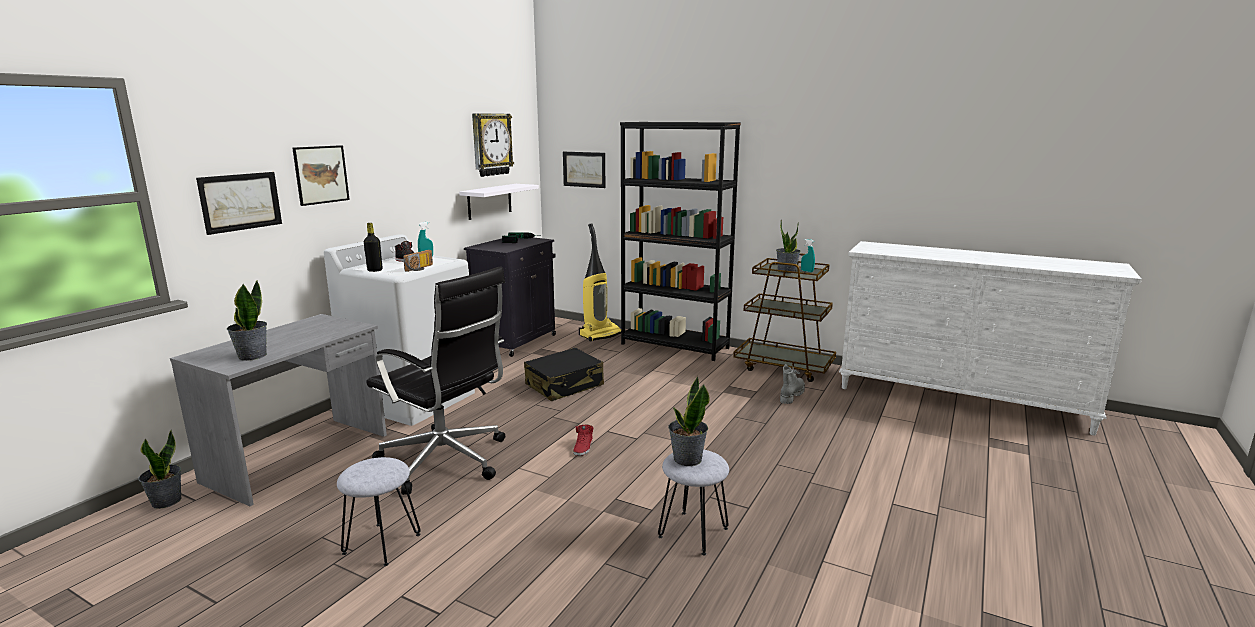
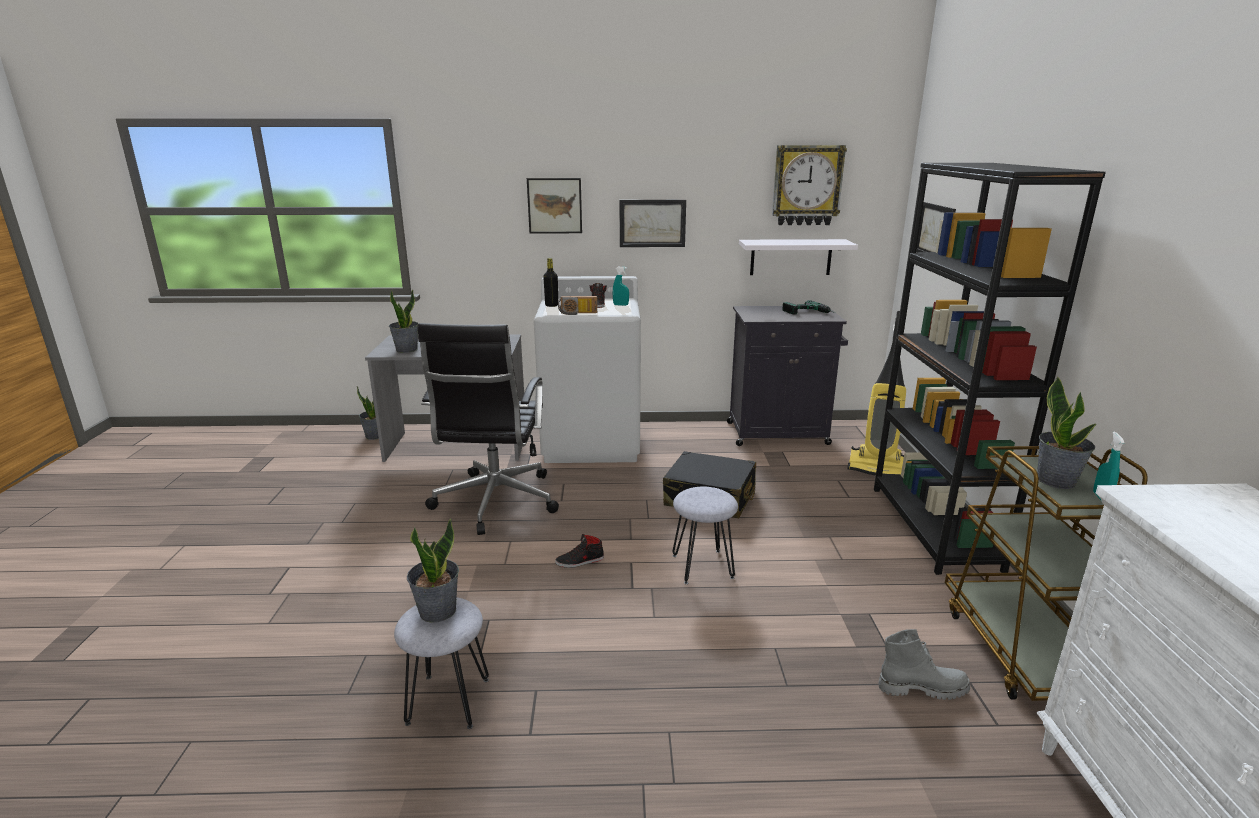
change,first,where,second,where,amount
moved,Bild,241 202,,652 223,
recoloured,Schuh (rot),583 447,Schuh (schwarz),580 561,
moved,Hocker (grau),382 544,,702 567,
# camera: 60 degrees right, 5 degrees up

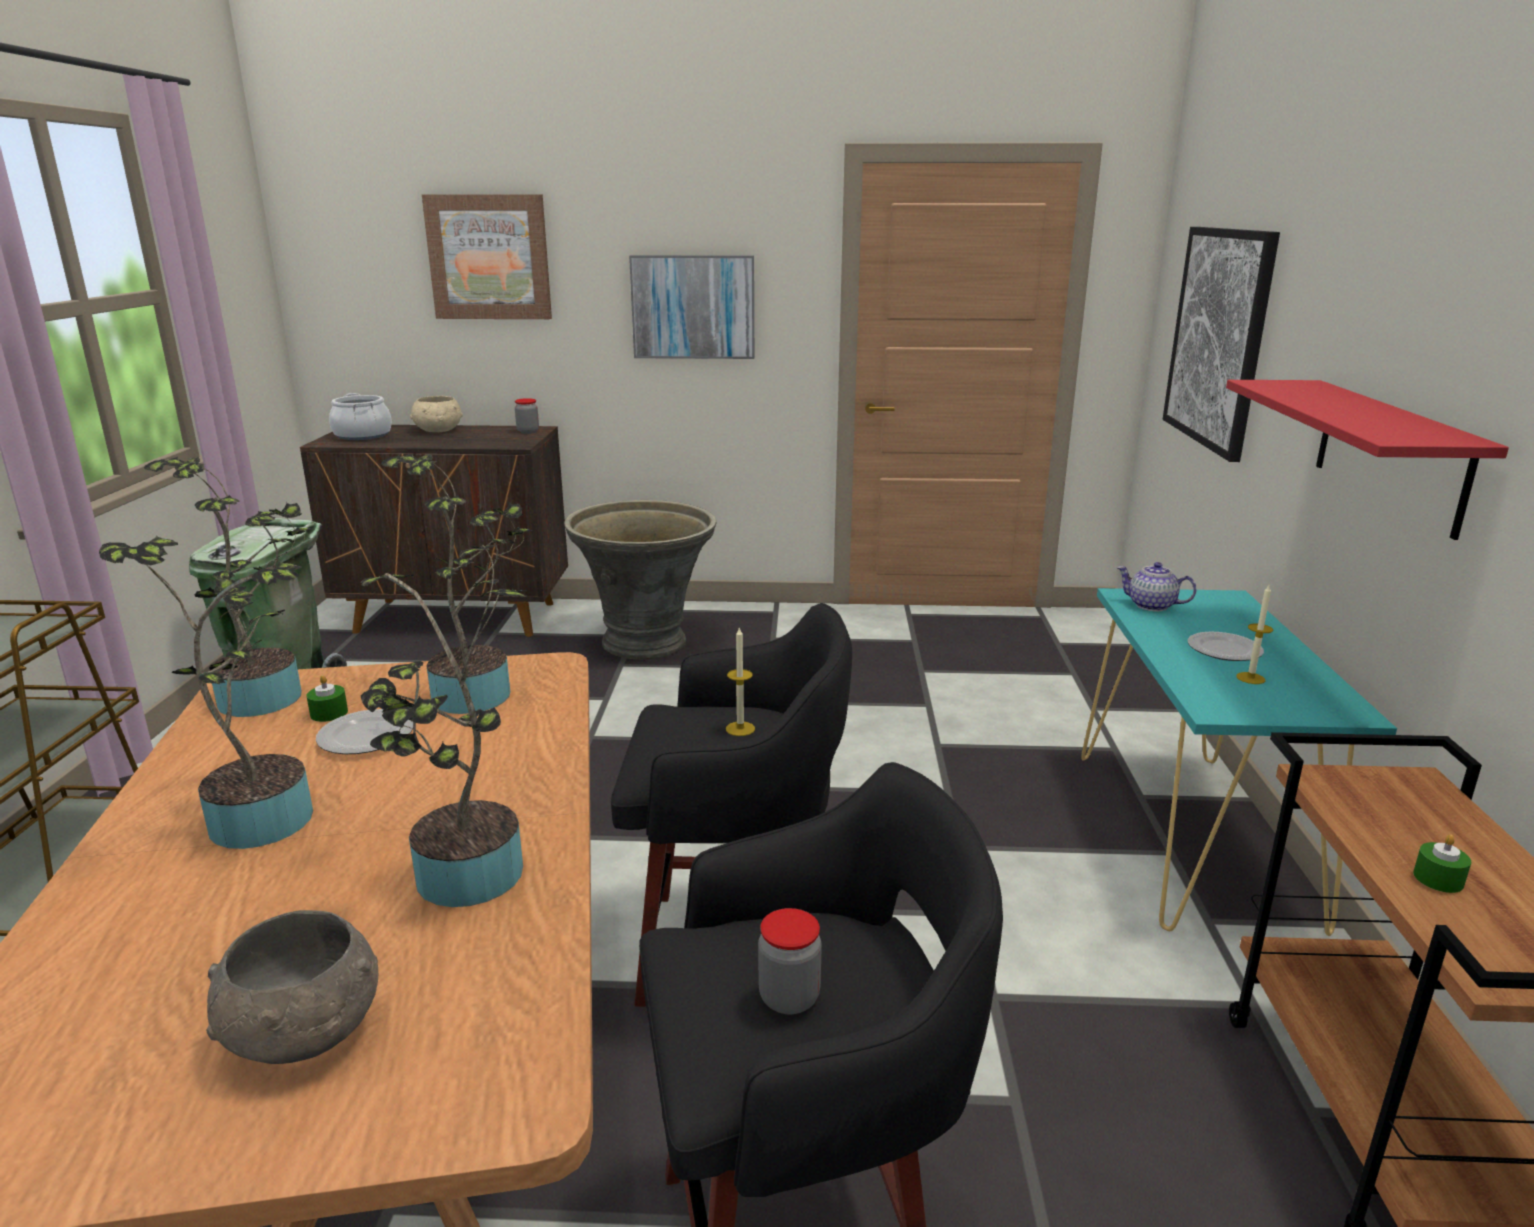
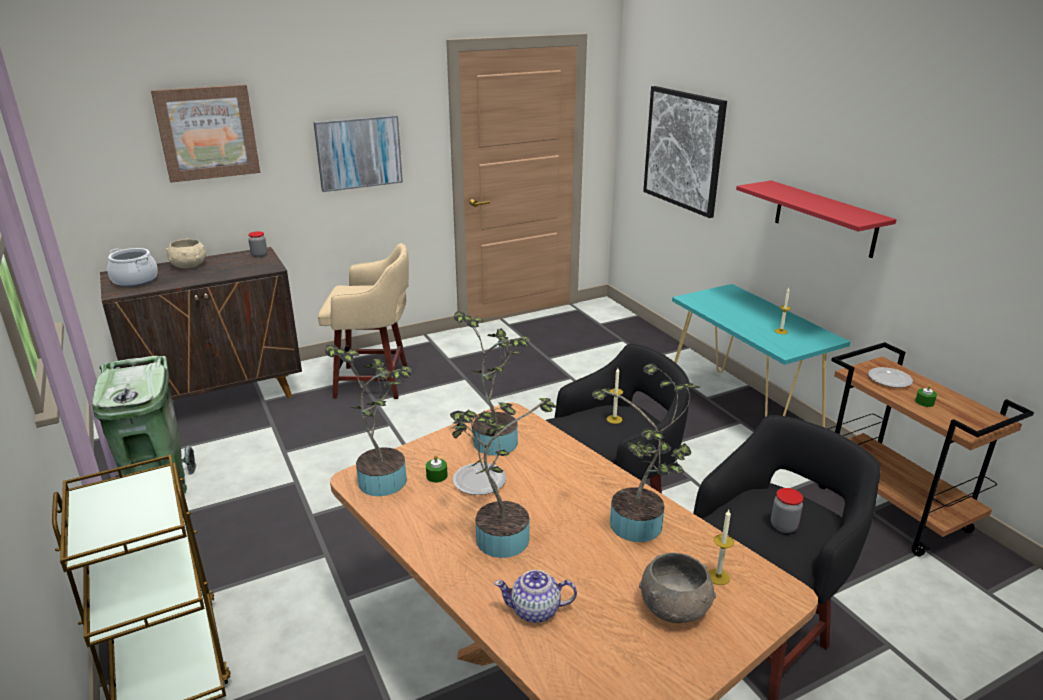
change,first,where,second,where,amount
replaced,Pflanzkübel (grau),646 643,Hocker (beige),375 382,
moved,Teekanne,1152 606,,536 610,
moved,Teller,1223 650,,889 380,
added,,,Kerze,718 576,
# camera: 30 degrees left, 5 degrees up

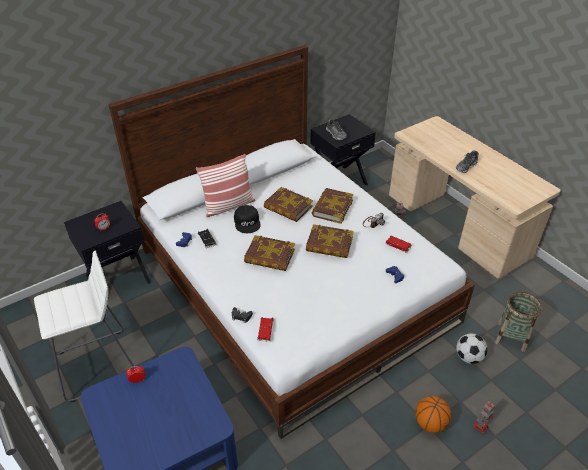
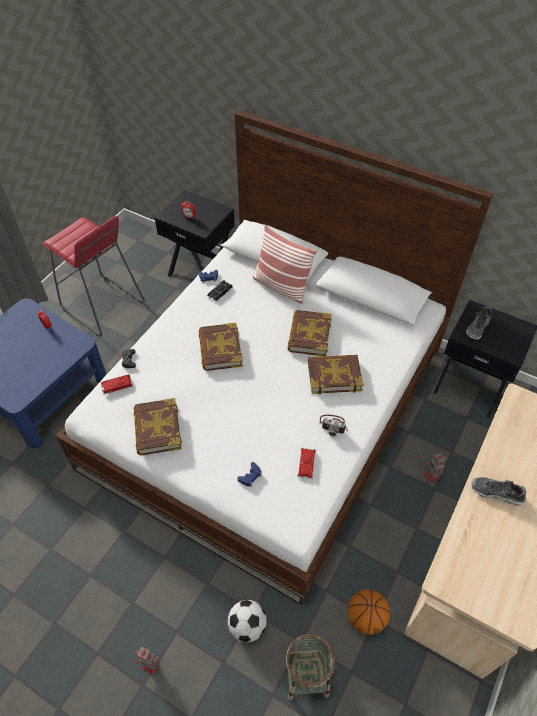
change,first,where,second,where,amount
removed,Kappe (schwarz),247 222,,,
moved,Buch,329 245,,157 429,
recoloured,Hocker (weiß),97 365,Hocker (rot),102 306,
moved,Basketball,430 423,,366 617,
# camera: 65 degrees right, 10 degrees up

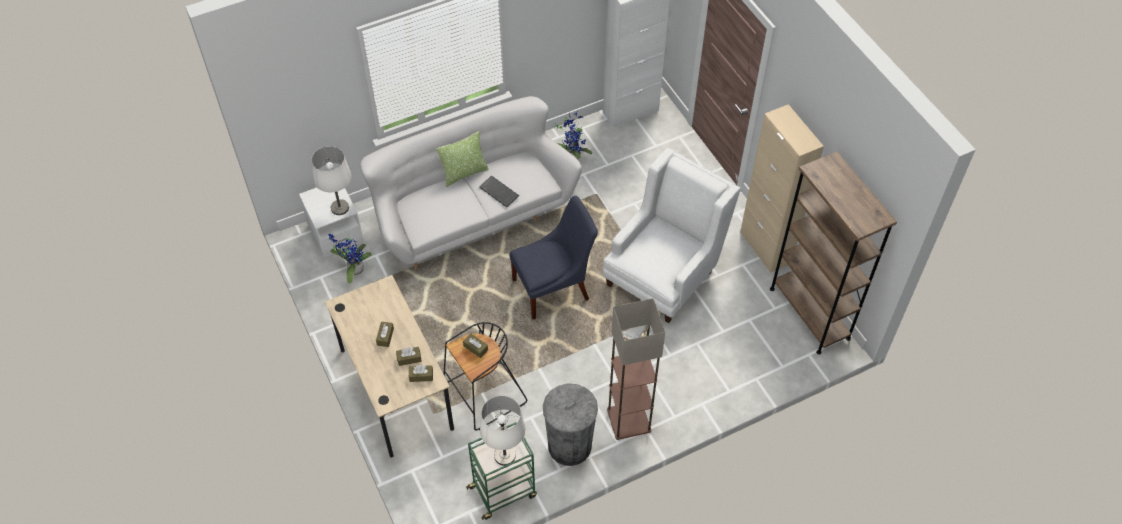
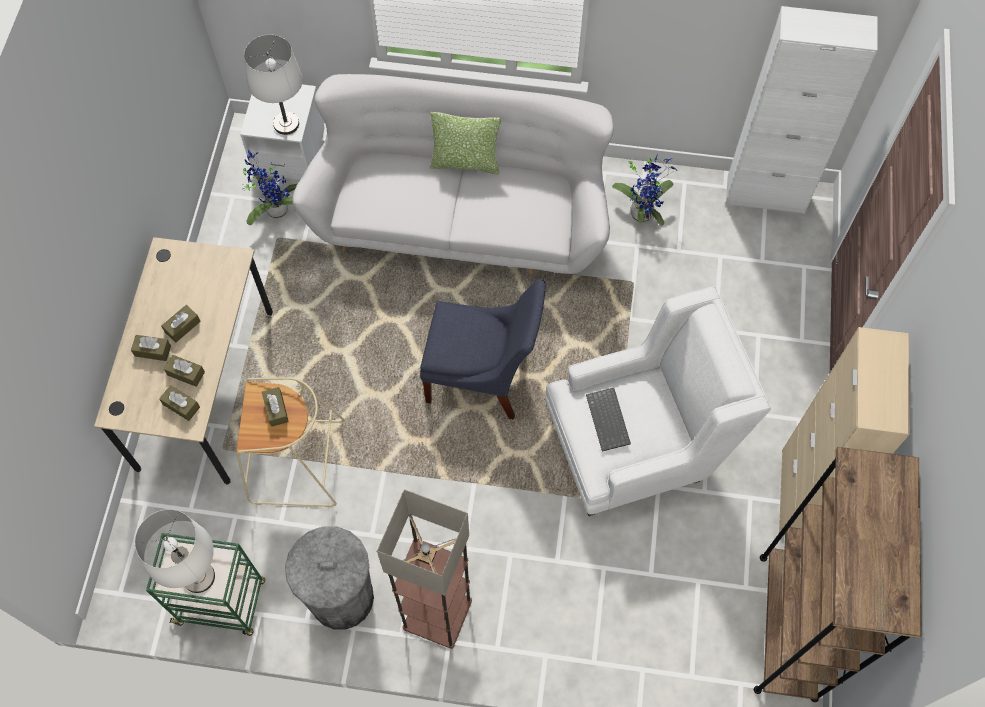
change,first,where,second,where,amount
moved,Tastatur,500 192,,609 420,
recoloured,Hocker (schwarz),484 395,Hocker (beige),295 463,
added,,,Taschentuchbox (braun),153 351,
# camera: 35 degrees right, 10 degrees up

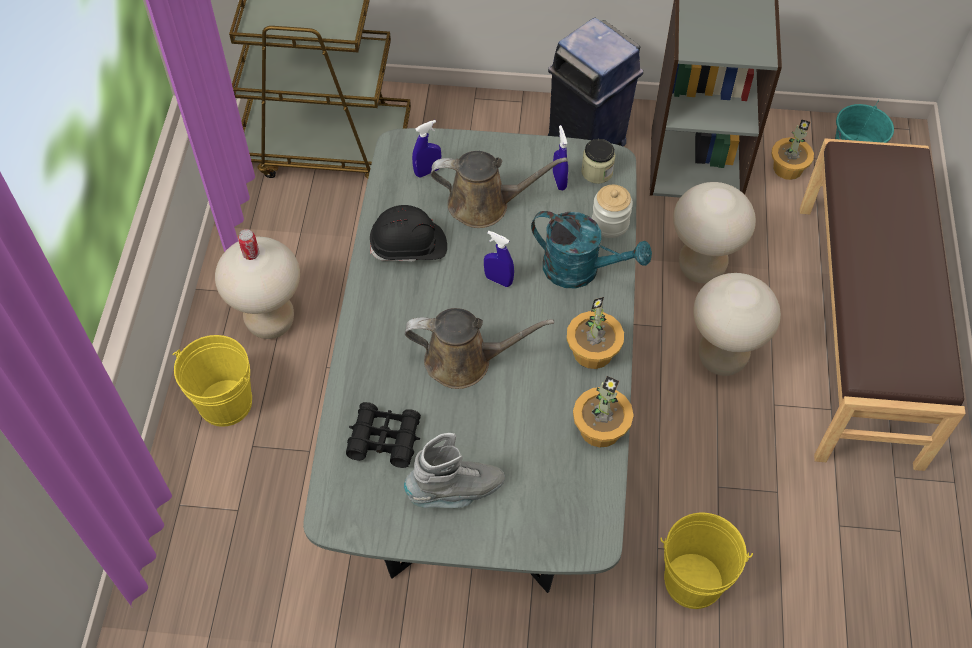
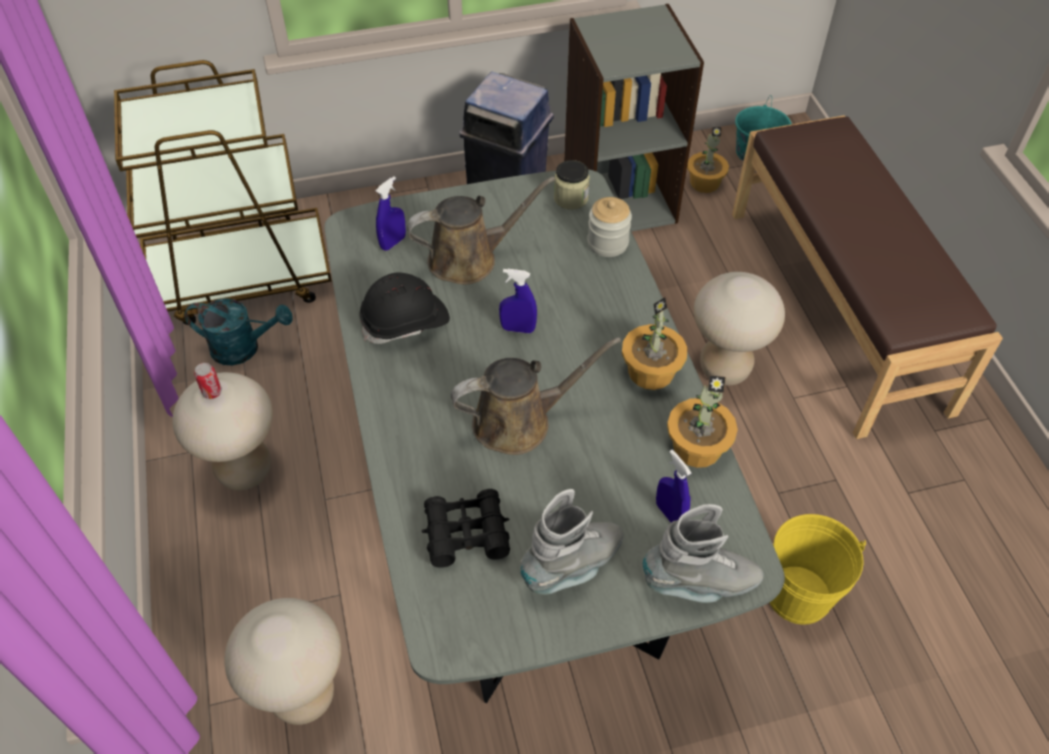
change,first,where,second,where,amount
moved,Sprühflasche (blau),559 181,,669 514,
moved,Hocker (beige),701 267,,303 696,
moved,Gießkanne (türkis),581 270,,244 348,
removed,Eimer (gelb),225 403,,,
added,,,Stiefel (grau),700 583,
# camera: 20 degrees left, 5 degrees down

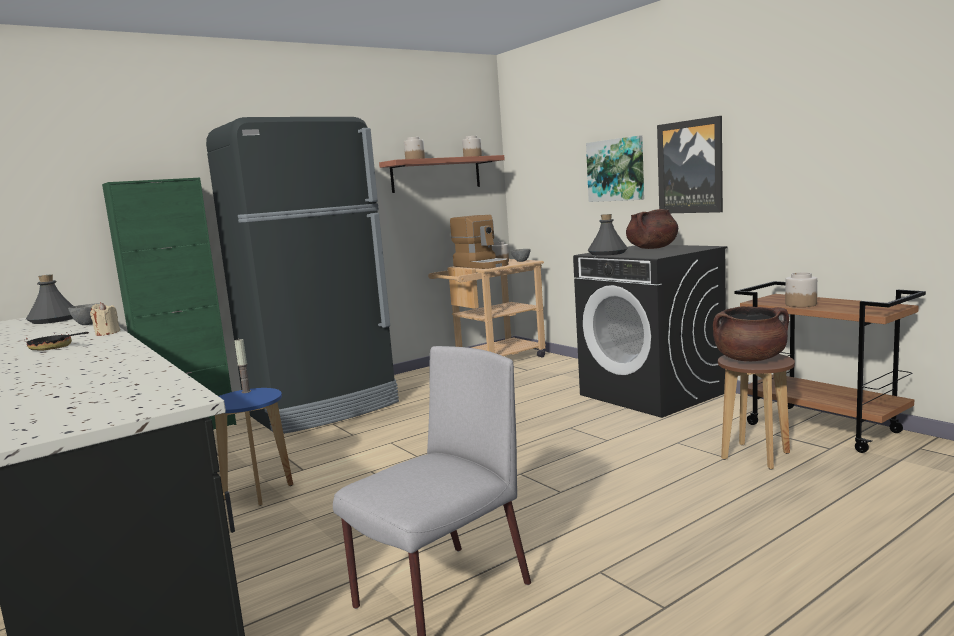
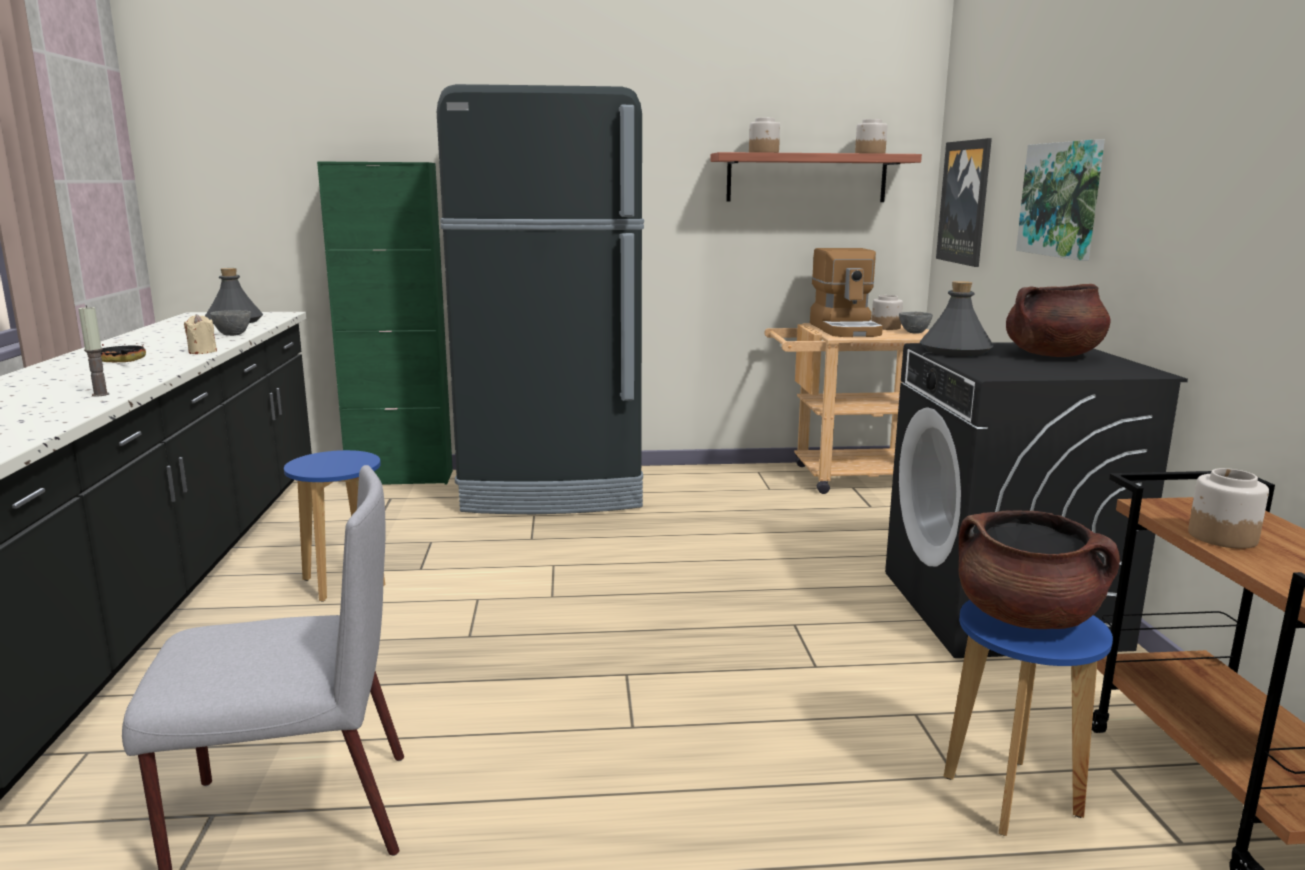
change,first,where,second,where,amount
moved,Bild,690 167,,965 202,
moved,Kerze,246 391,,100 394,
recoloured,Hocker (braun),756 456,Hocker (blau),1012 796,
# camera: 30 degrees right, 5 degrees up

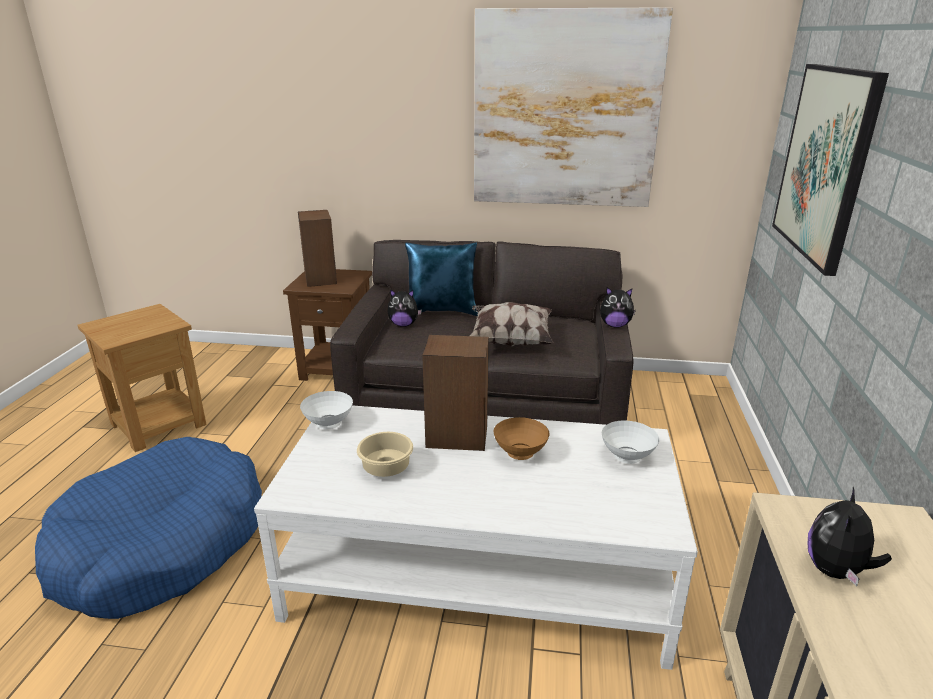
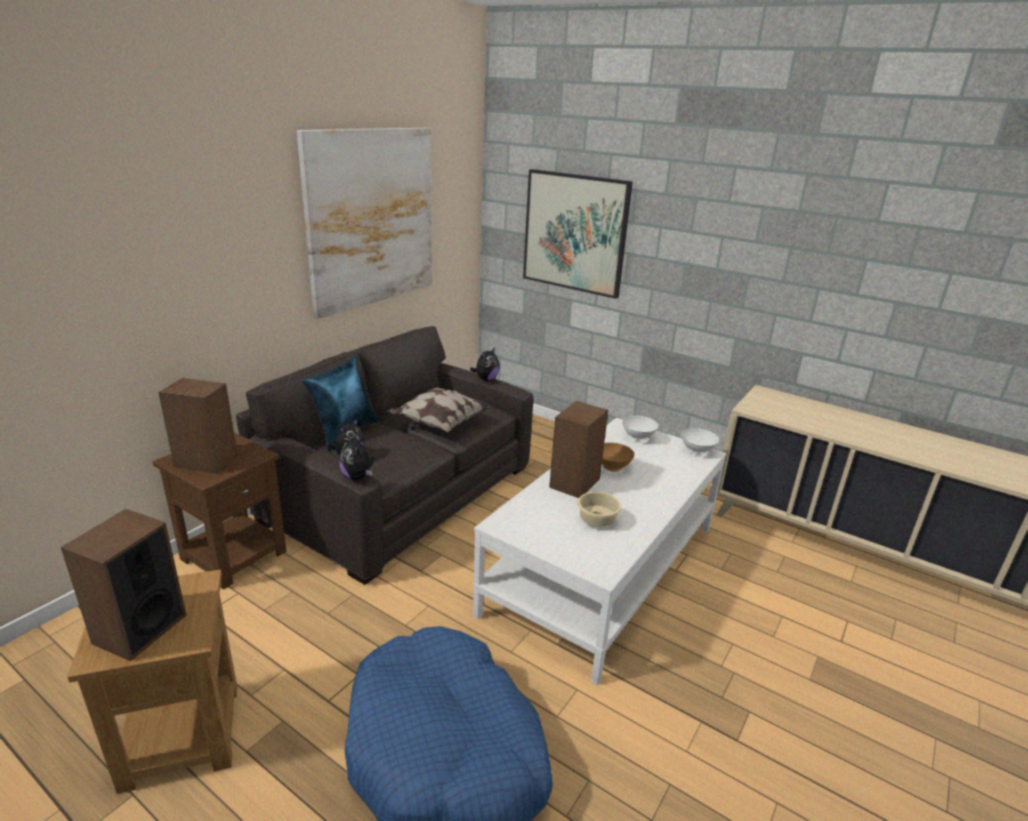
change,first,where,second,where,amount
moved,Schüssel (weiß),328 425,,697 452,
moved,Plüschtier,836 571,,358 477,
added,,,Lautsprecher,139 629,
# camera: 65 degrees left, 0 degrees up

